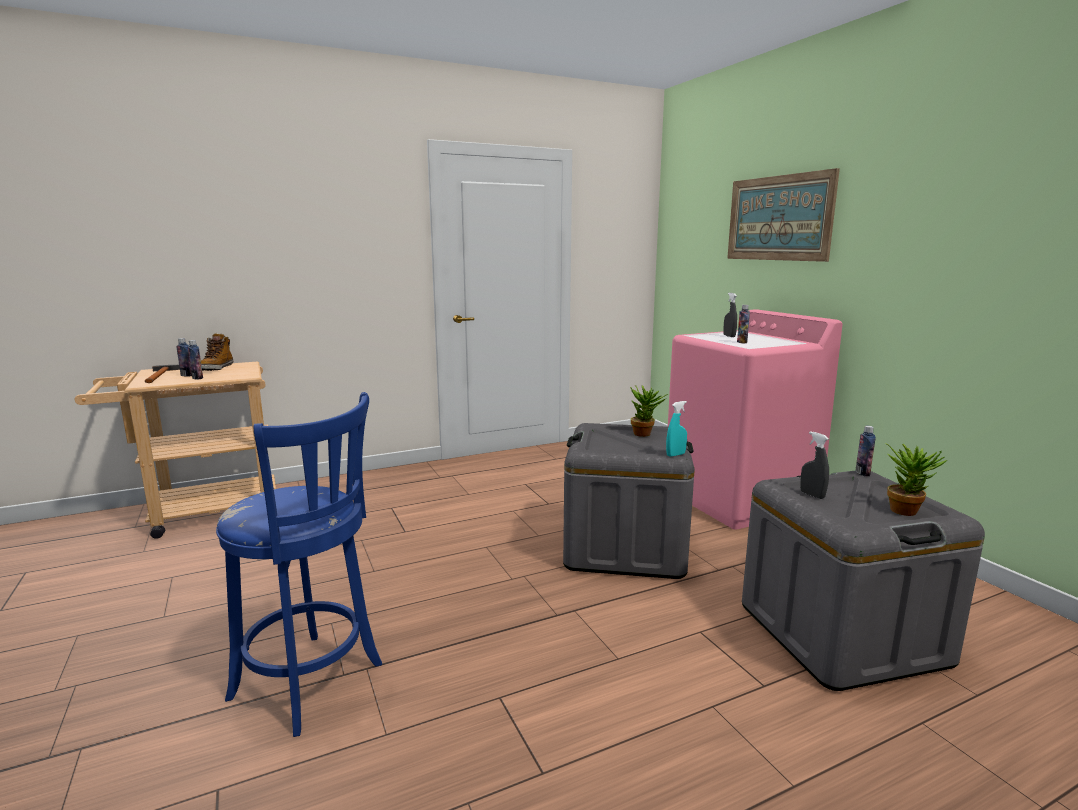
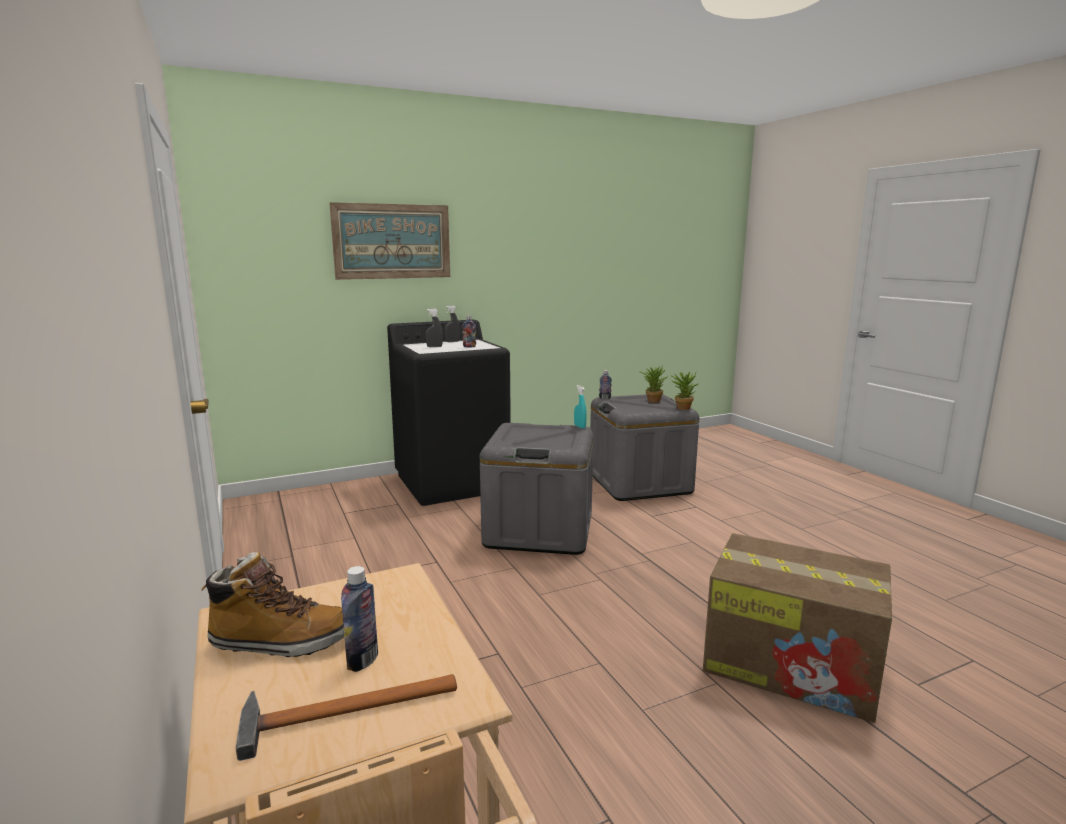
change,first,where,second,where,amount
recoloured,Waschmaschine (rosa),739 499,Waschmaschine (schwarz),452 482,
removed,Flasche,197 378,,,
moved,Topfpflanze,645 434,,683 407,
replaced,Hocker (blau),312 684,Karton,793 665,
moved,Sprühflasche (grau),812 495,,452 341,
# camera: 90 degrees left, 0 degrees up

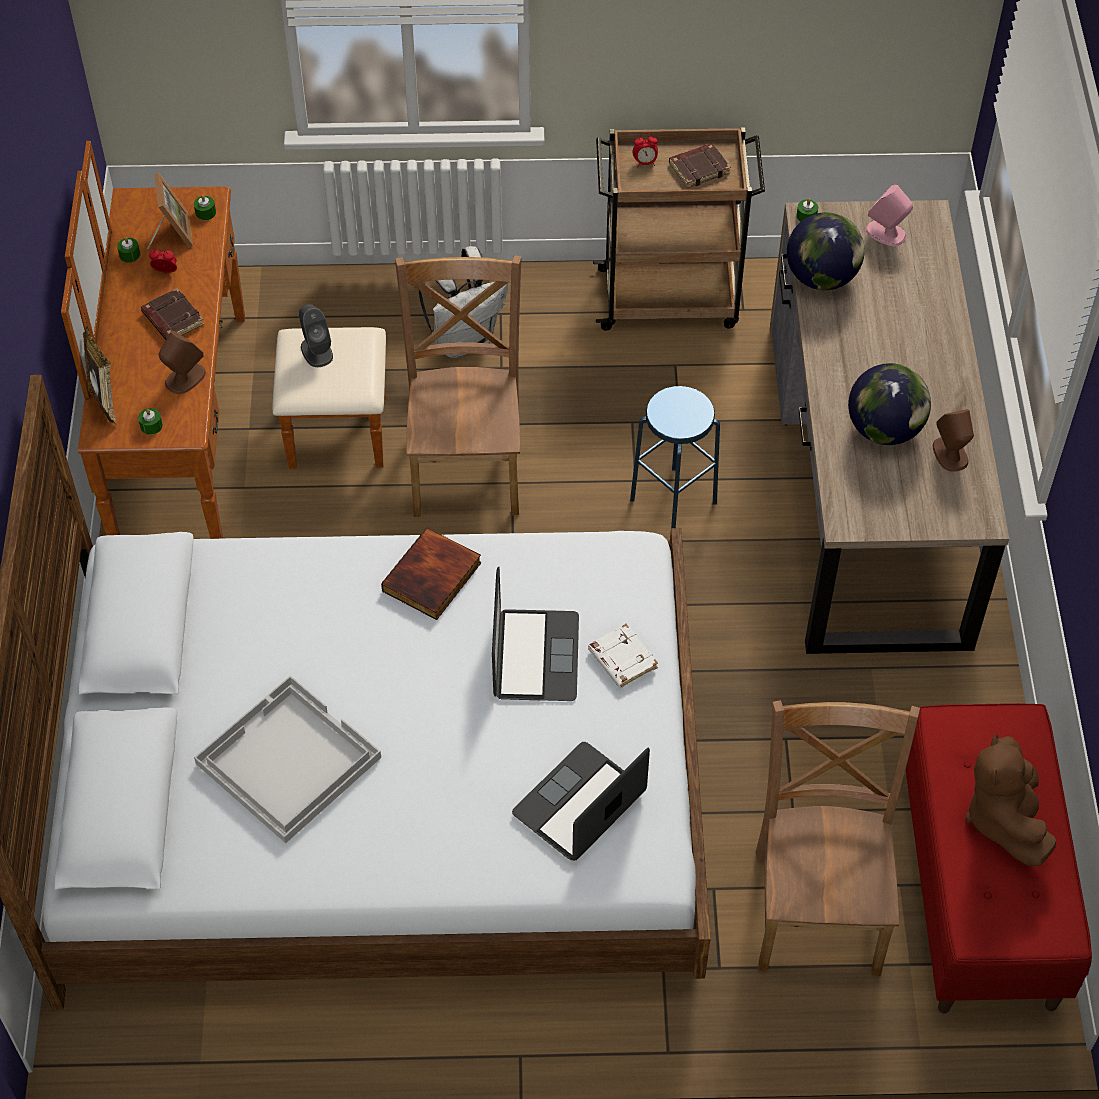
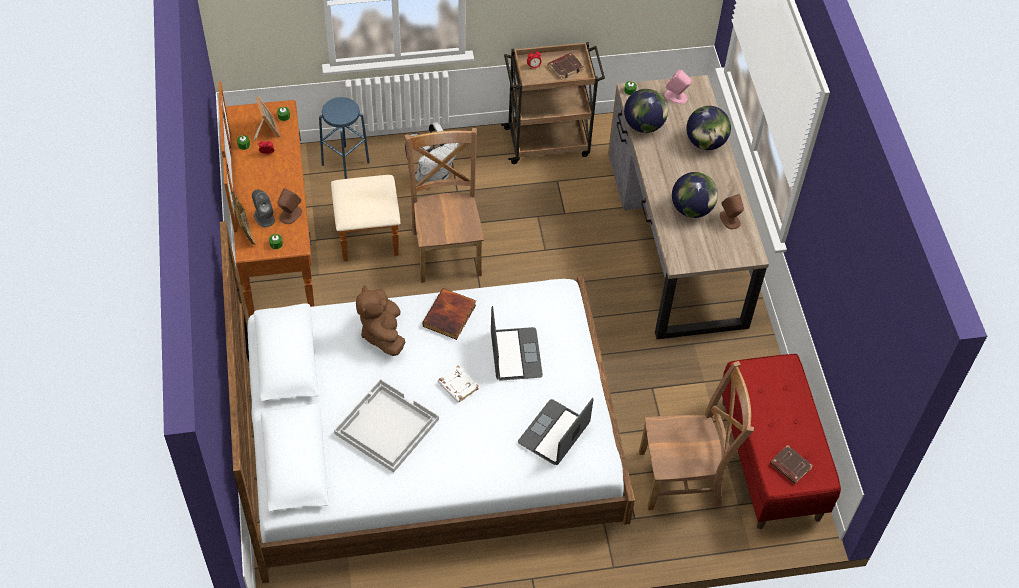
change,first,where,second,where,amount
moved,Buch (braun),172 319,,789 466,
moved,Lautsprecher (grau),316 351,,264 217,
moved,Hocker (blau),673 501,,345 163,
moved,Buch (weiß),621 659,,457 386,
turned,Stuhl (braun),818 905,,684 478,90 degrees clockwise
moved,Plüschtier (braun),1004 818,,382 333,
added,,,Globus,705 142,
# camera: 10 degrees left, 0 degrees up

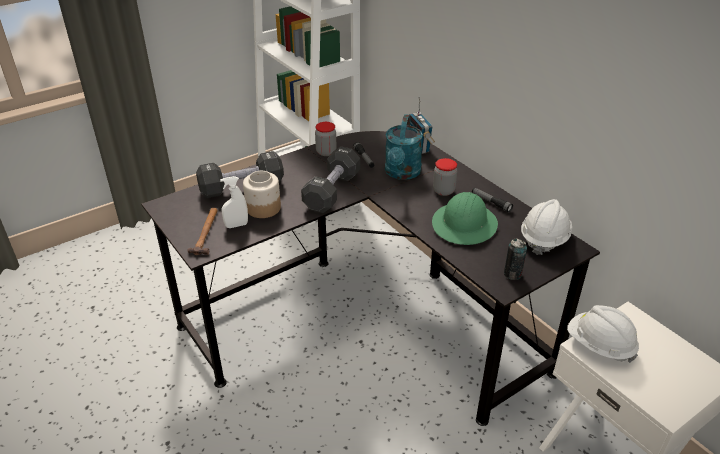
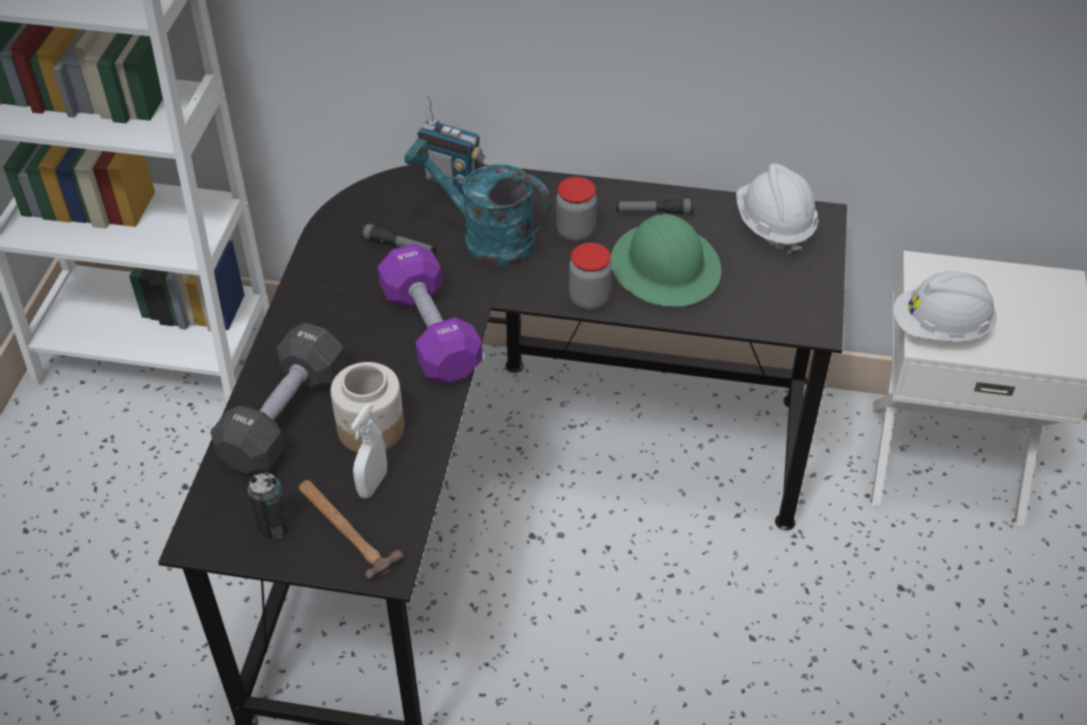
change,first,where,second,where,amount
turned,Gießkanne (türkis),402 173,,486 238,150 degrees clockwise
moved,Vorratsglas,326 152,,589 299,
recoloured,Hantel (schwarz),332 191,Hantel (lila),430 332,
moved,Dose,512 274,,274 527,
# camera: 45 degrees left, 10 degrees up

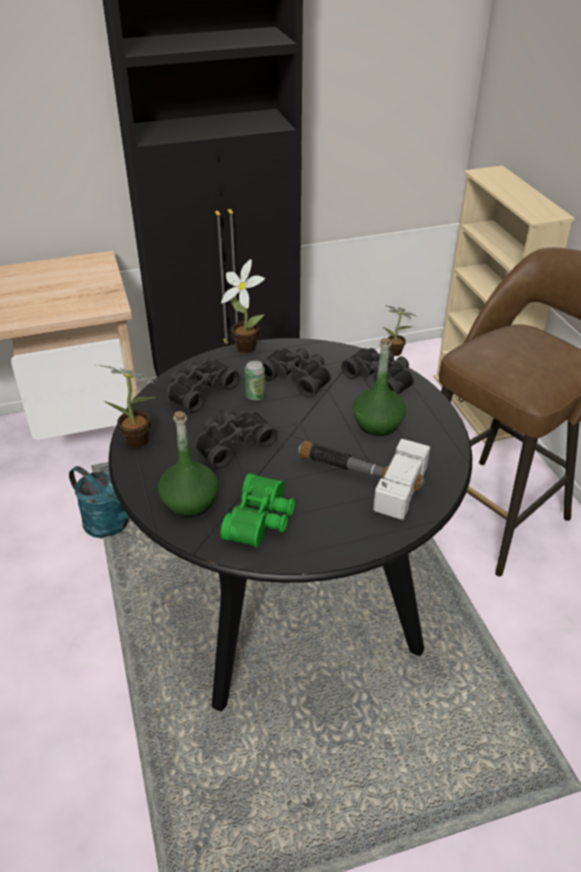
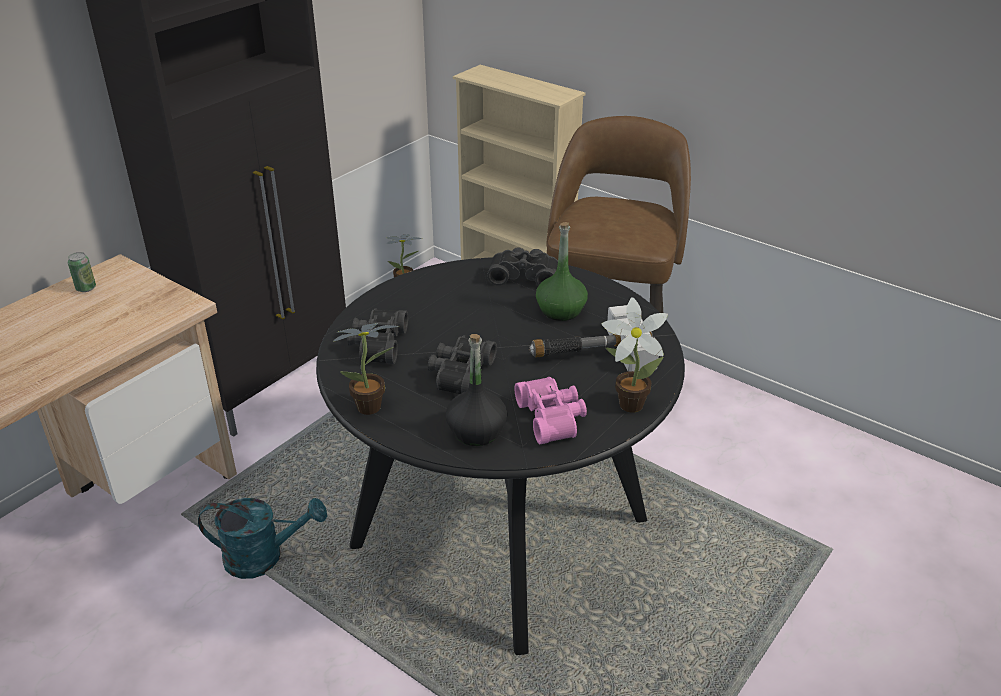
change,first,where,second,where,amount
moved,Topfpflanze,244 346,,627 403,
removed,Fernglas (schwarz),298 377,,,
moved,Dose,255 396,,86 288,
recoloured,Flasche (grün),190 501,Flasche (schwarz),476 431,
recoloured,Fernglas (grün),262 520,Fernglas (rosa),553 417,
# camera: 35 degrees left, 5 degrees down

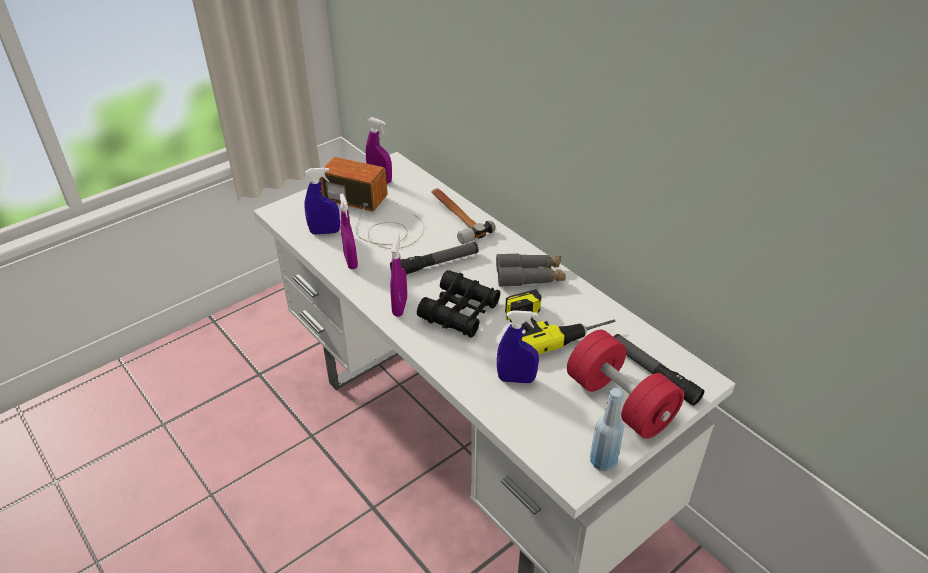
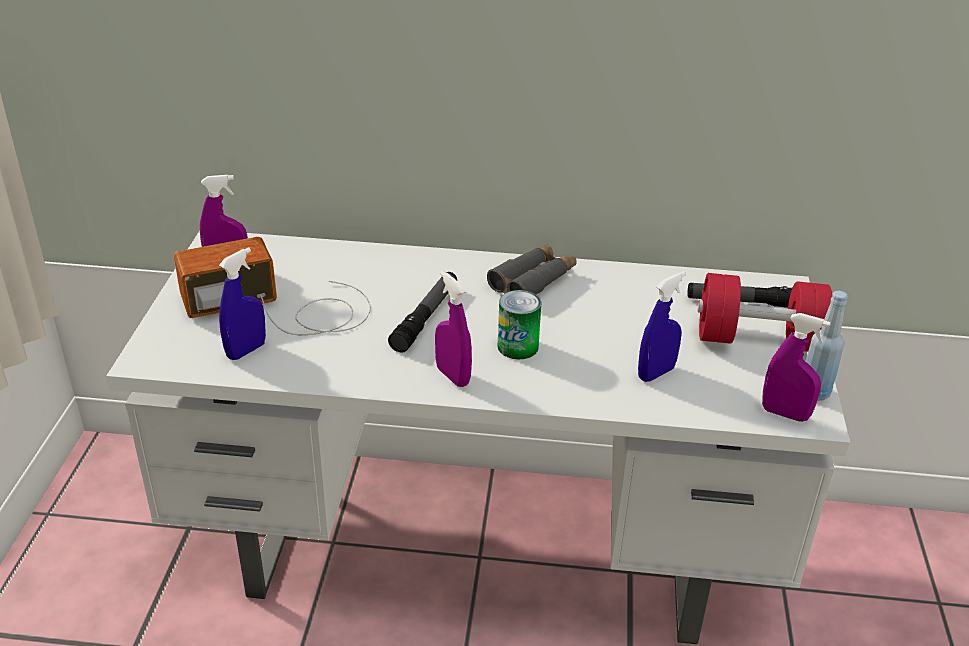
change,first,where,second,where,amount
removed,Hammer,455 217,,,
moved,Sprühflasche (lila),351 261,,785 414,
replaced,Fernglas (schwarz),460 311,Dose,518 346,
removed,Bohrmaschine,554 324,,,
# camera: 45 degrees left, 5 degrees down

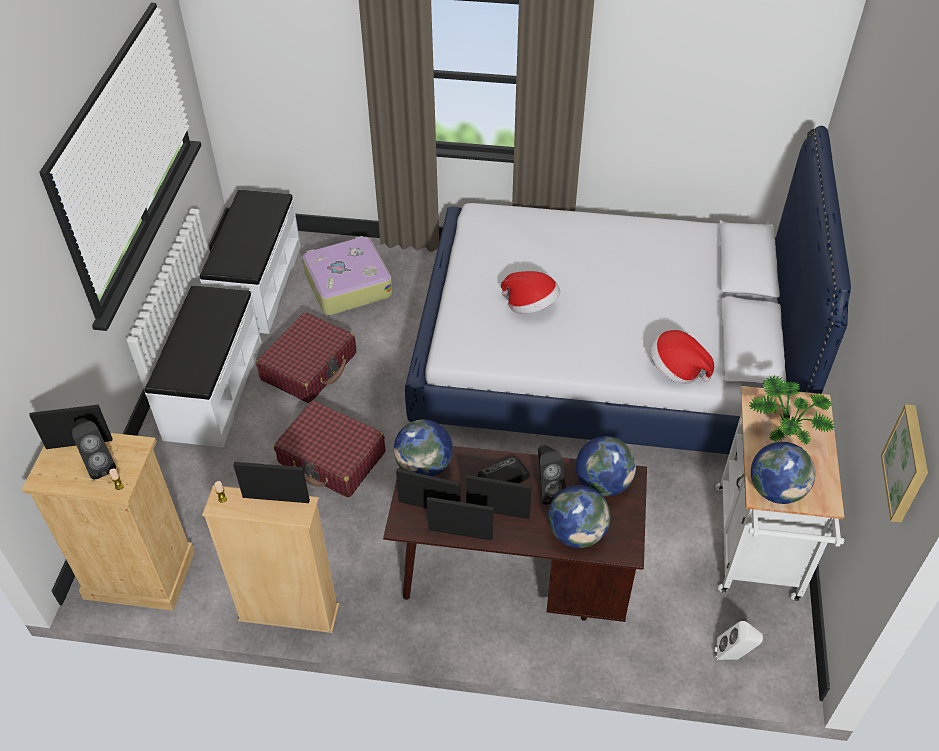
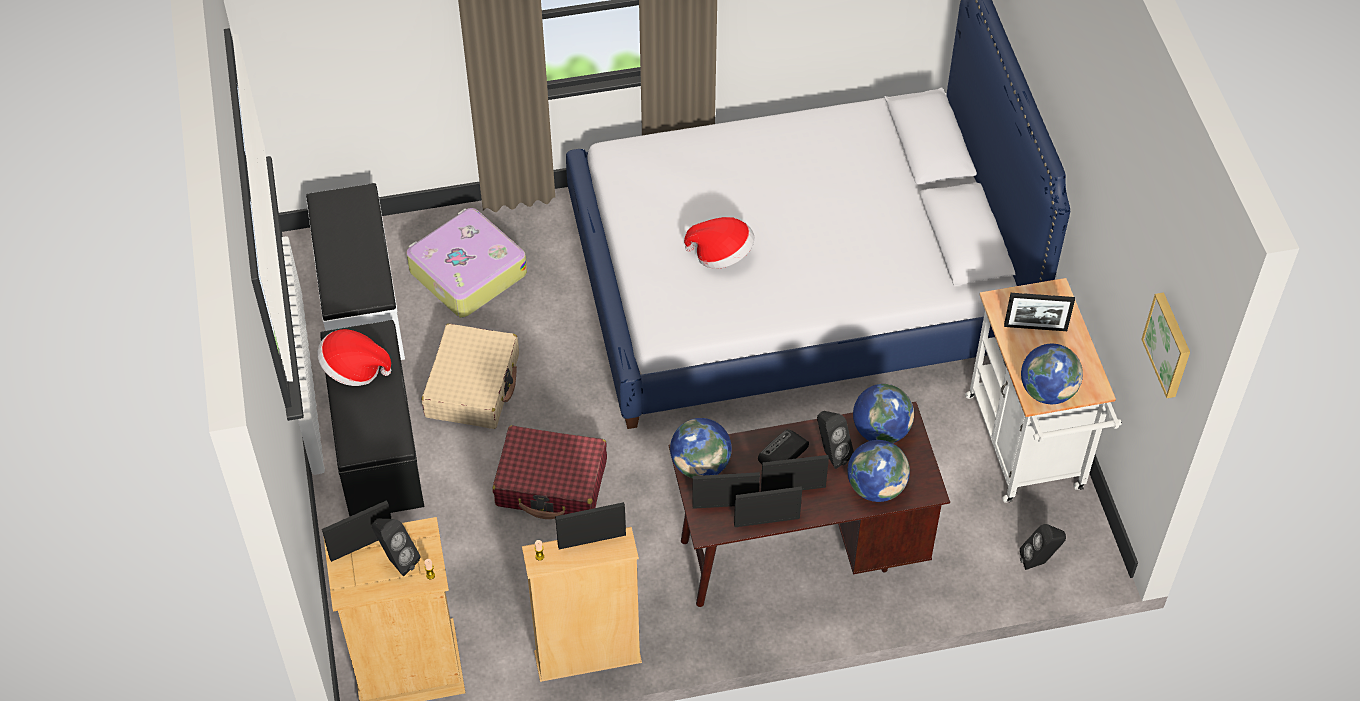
change,first,where,second,where,amount
recoloured,Bank (weiß),213 390,Bank (schwarz),376 445,
recoloured,Koffer (rot),309 366,Koffer (beige),473 386,
moved,Hut,677 369,,354 369,
replaced,Topfpflanze,784 430,Bilderrahmen,1035 327,
recoloured,Lautsprecher (weiß),733 656,Lautsprecher (schwarz),1039 561,
# camera: 20 degrees left, 5 degrees up

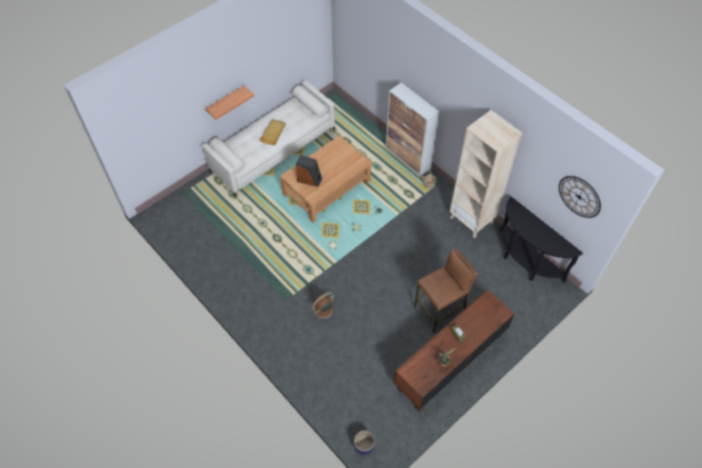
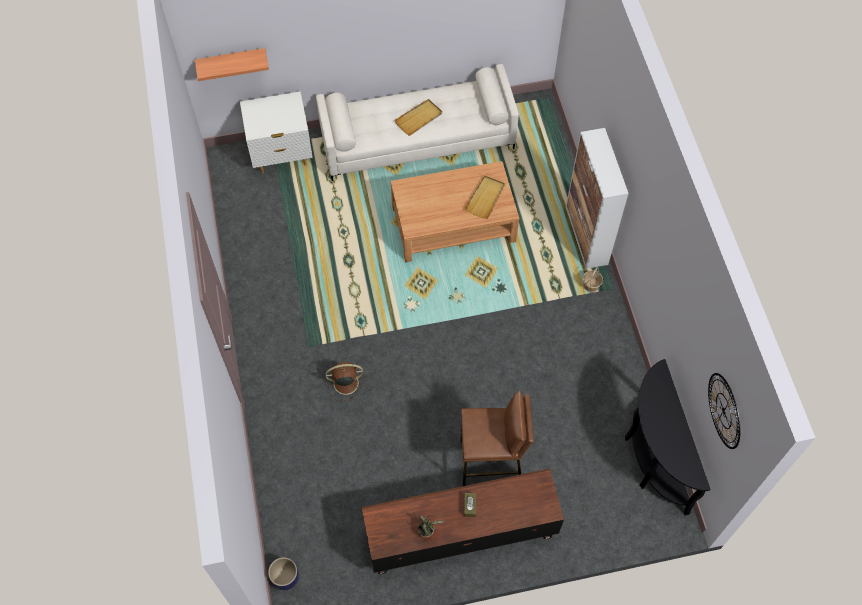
change,first,where,second,where,amount
moved,Wandregal,225 102,,231 61,
removed,Bücherregal (beige),472 220,,,
removed,Lautsprecher,309 179,,,
added,,,Nachttisch (weiß),282 156,
added,,,Tablett (beige),485 198,
# camera: 30 degrees right, 5 degrees up

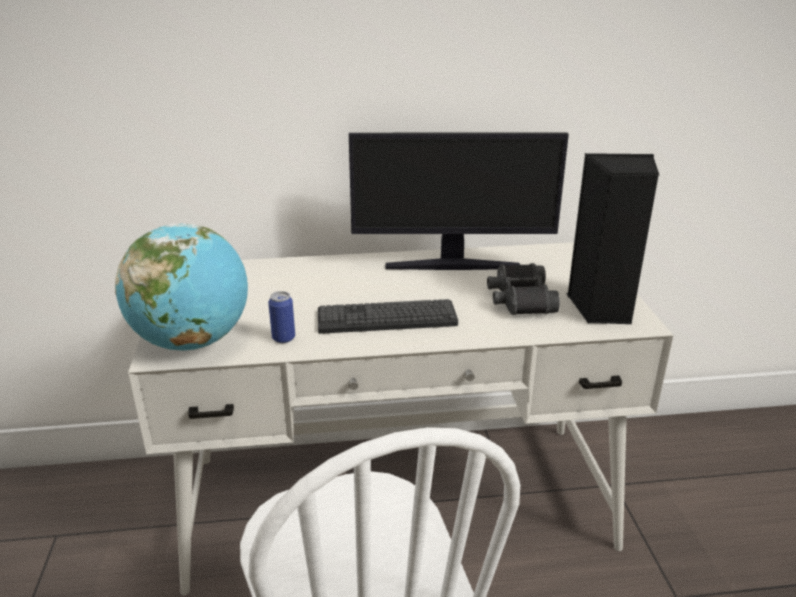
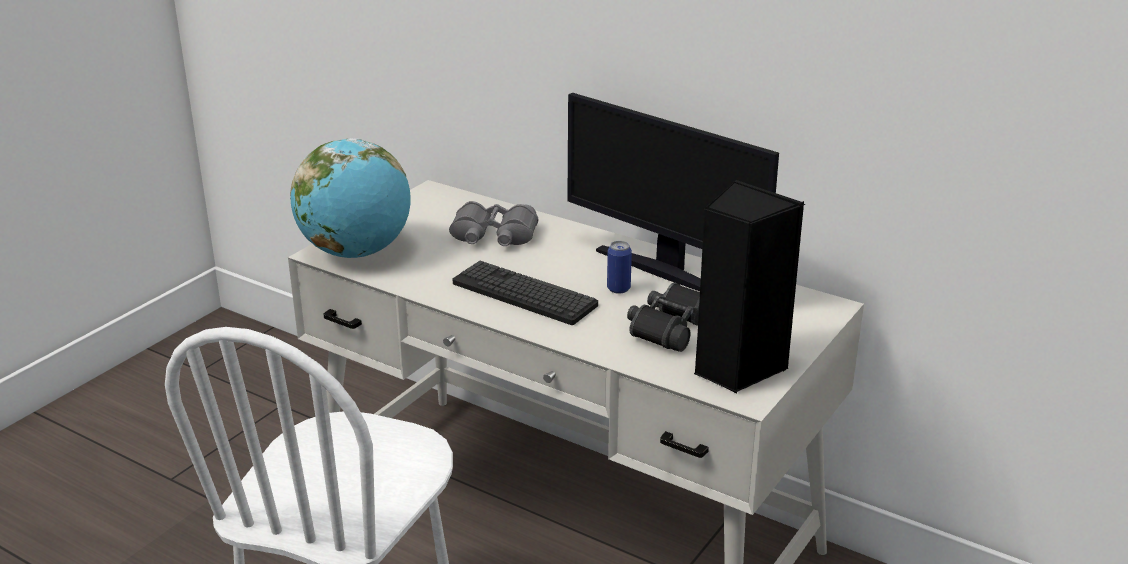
change,first,where,second,where,amount
moved,Dose,283 338,,618 289,
added,,,Fernglas (grau),494 236,
# camera: 40 degrees right, 0 degrees up

